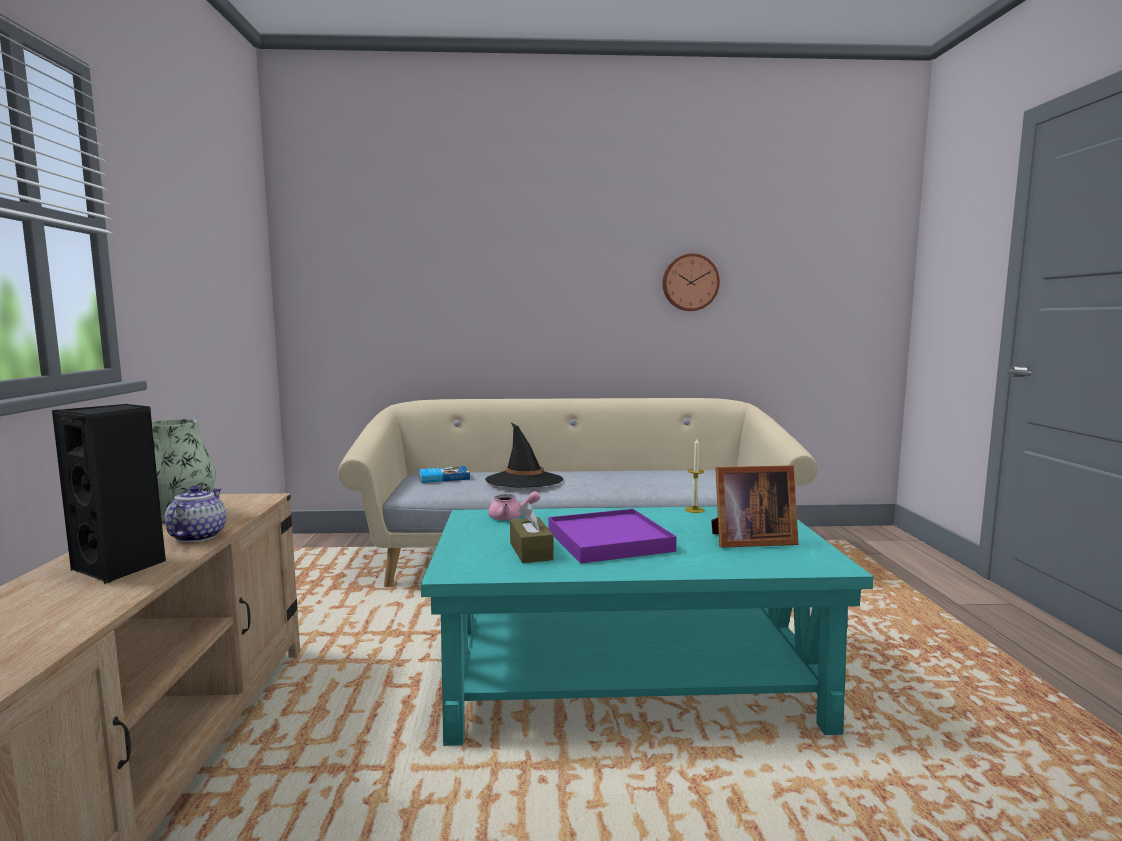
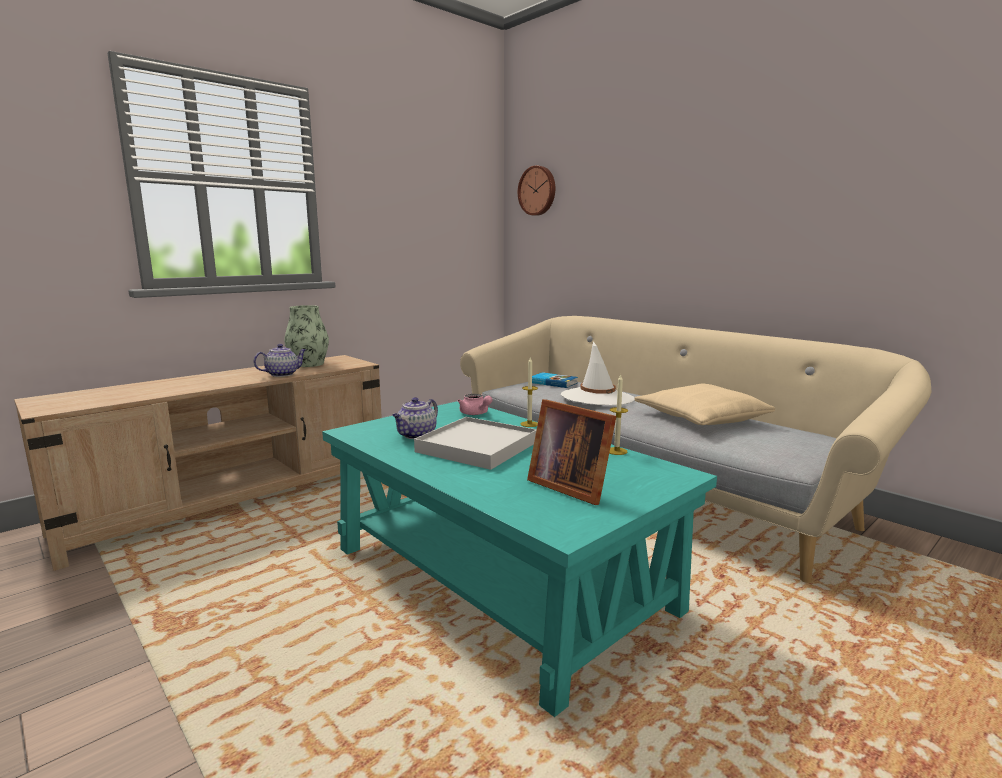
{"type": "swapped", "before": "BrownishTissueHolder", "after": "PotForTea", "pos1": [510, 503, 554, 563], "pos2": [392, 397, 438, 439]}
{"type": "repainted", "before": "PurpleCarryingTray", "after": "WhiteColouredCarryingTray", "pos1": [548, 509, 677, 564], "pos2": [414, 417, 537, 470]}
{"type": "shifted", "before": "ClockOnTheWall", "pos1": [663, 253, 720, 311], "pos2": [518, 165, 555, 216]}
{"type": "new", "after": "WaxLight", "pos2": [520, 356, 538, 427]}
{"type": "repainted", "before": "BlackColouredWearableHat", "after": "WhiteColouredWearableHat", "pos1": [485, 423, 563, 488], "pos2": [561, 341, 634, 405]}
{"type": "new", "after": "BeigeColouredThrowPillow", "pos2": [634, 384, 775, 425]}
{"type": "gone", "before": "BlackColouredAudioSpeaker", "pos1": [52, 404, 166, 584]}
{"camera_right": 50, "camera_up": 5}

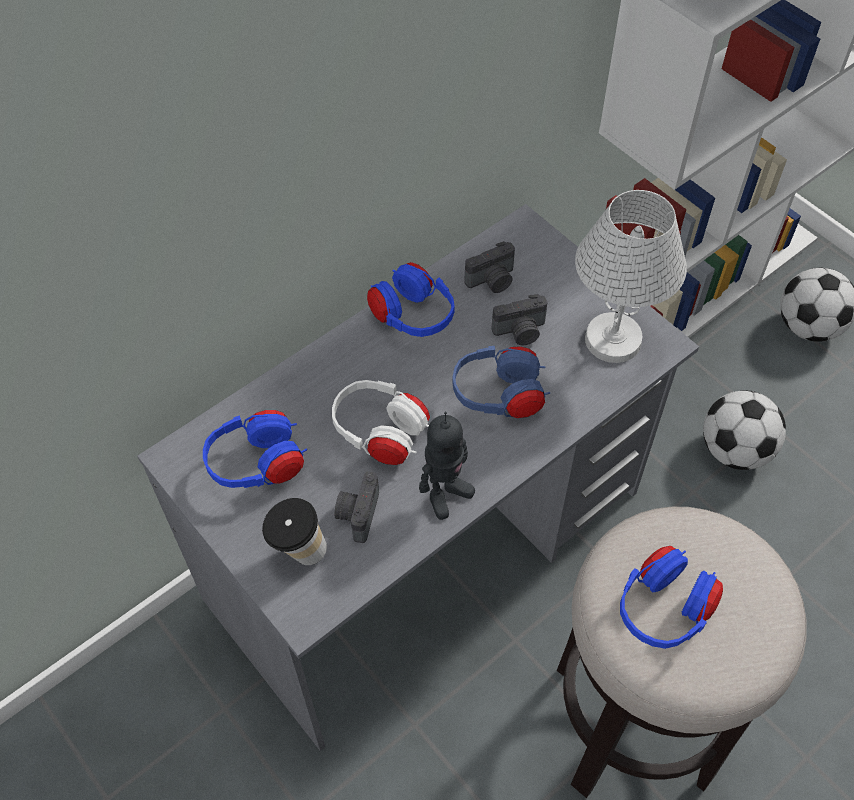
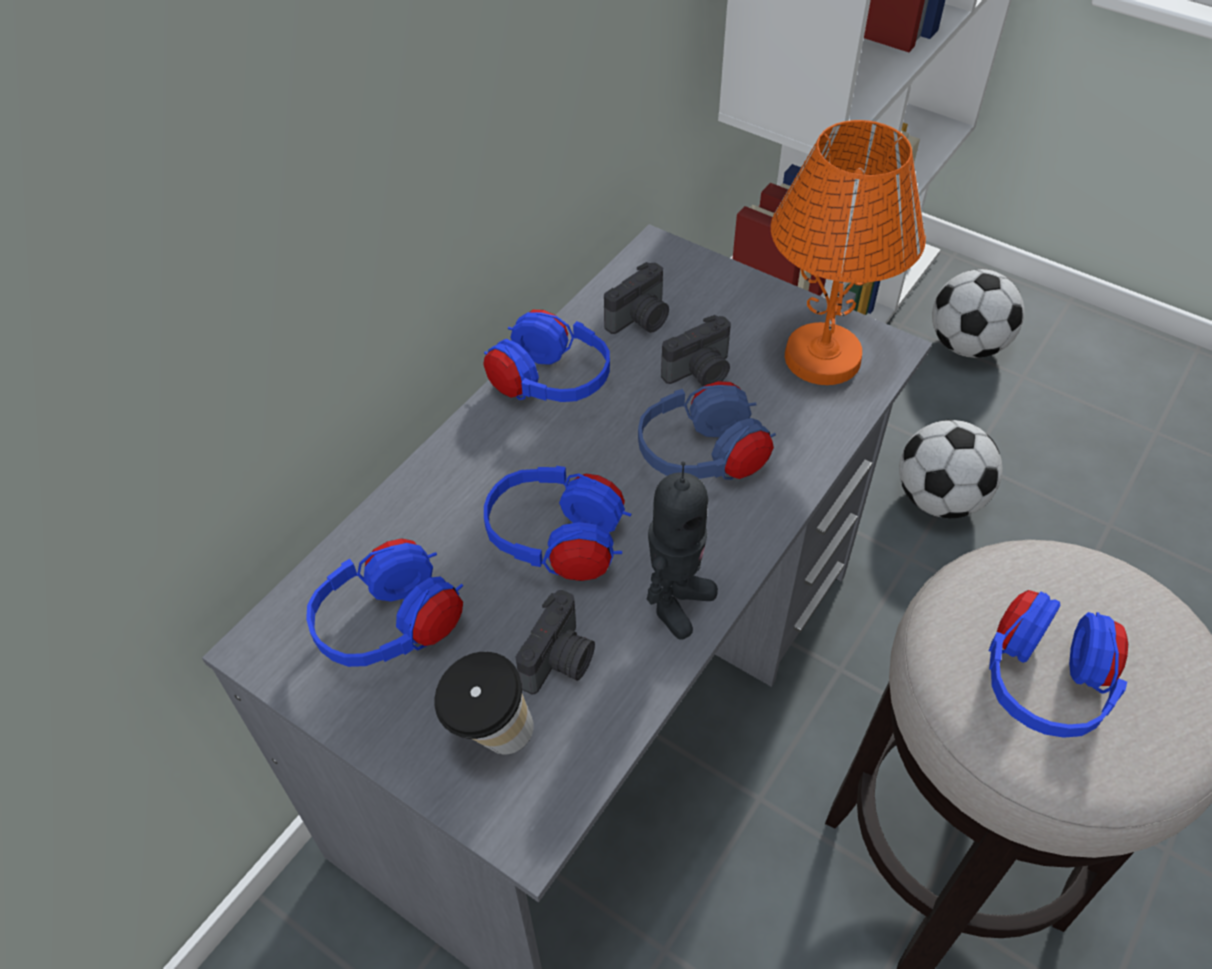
{"type": "repainted", "before": "WhiteColouredHeadset", "after": "BluishHeadset", "pos1": [332, 380, 430, 465], "pos2": [484, 466, 631, 581]}
{"type": "rotated", "before": "StillCamera", "pos1": [334, 471, 379, 543], "pos2": [516, 590, 595, 695], "turn": -150}
{"type": "repainted", "before": "WhiteColouredTableLamp", "after": "OrangeTableLamp", "pos1": [575, 190, 687, 363], "pos2": [771, 120, 926, 385]}
{"camera_right": -15, "camera_up": -5}

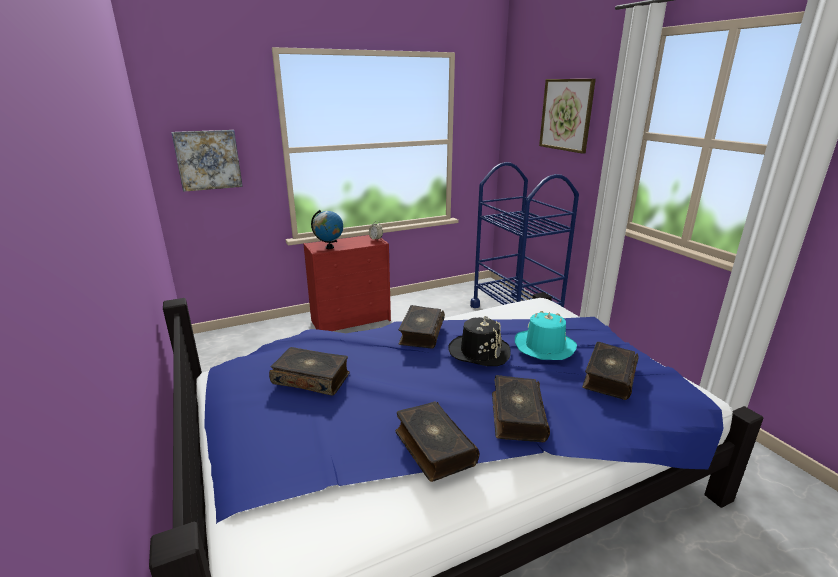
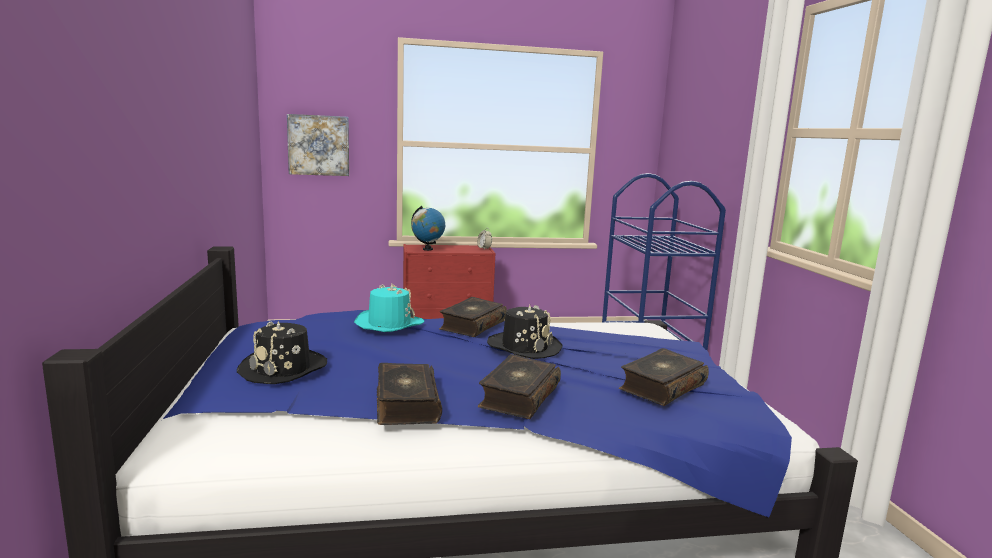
{"type": "new", "after": "BlackColouredWearableHat", "pos2": [237, 321, 327, 384]}
{"type": "shifted", "before": "BlueGreenWearableHat", "pos1": [515, 311, 577, 360], "pos2": [354, 284, 424, 332]}
{"type": "gone", "before": "BoundBook", "pos1": [269, 347, 350, 395]}
{"type": "gone", "before": "WallArt", "pos1": [539, 79, 596, 154]}
{"camera_right": 15, "camera_up": -10}

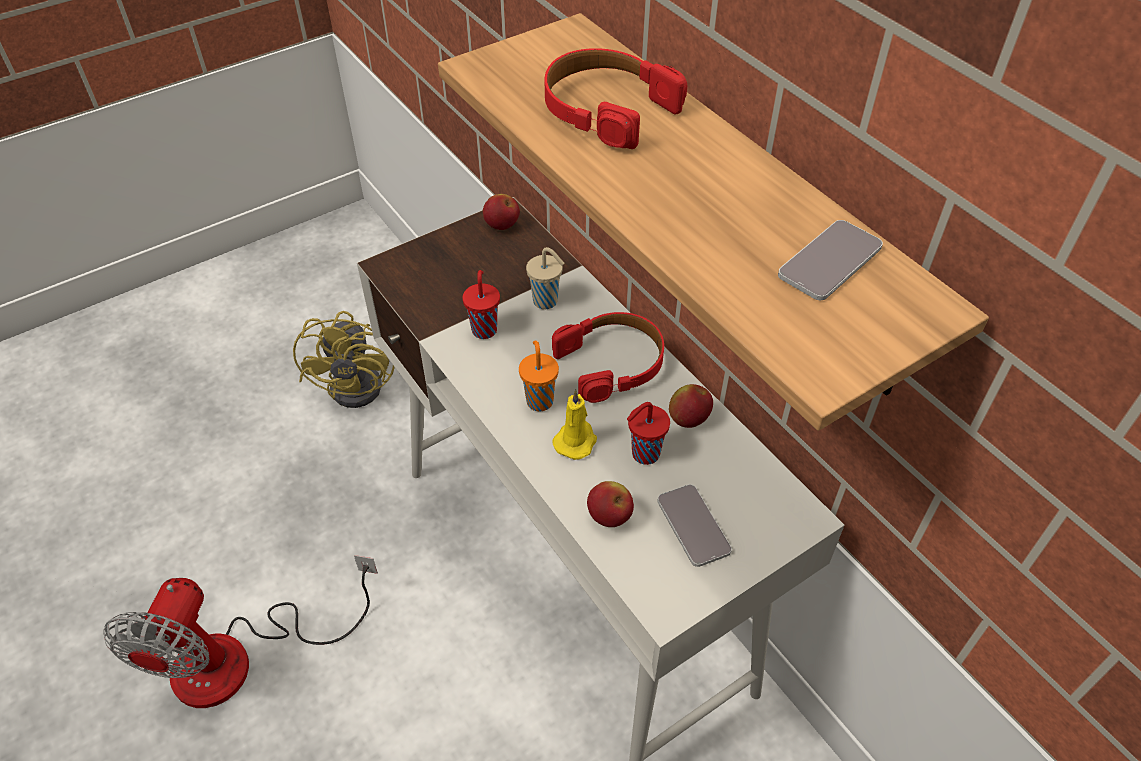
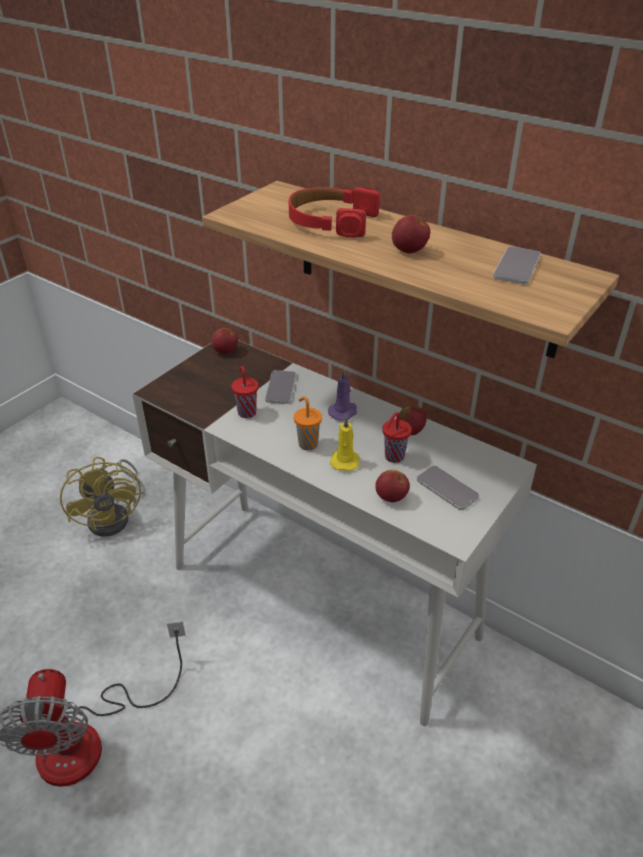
{"type": "swapped", "before": "BeigeColouredDrinkingCup", "after": "Telephone", "pos1": [526, 247, 564, 309], "pos2": [265, 370, 296, 404]}
{"type": "swapped", "before": "ReddishHeadset", "after": "PurpleWaxLight", "pos1": [552, 312, 664, 403], "pos2": [328, 369, 357, 421]}
{"type": "new", "after": "Apple", "pos2": [392, 215, 430, 254]}
{"camera_right": -20, "camera_up": -10}

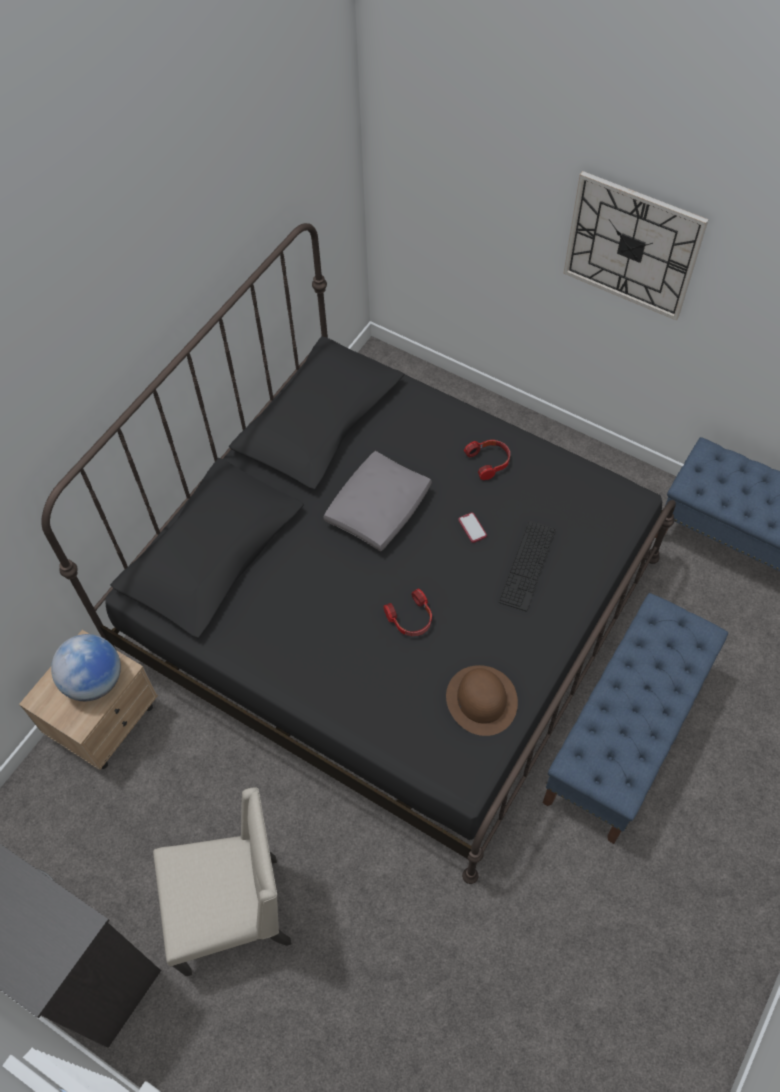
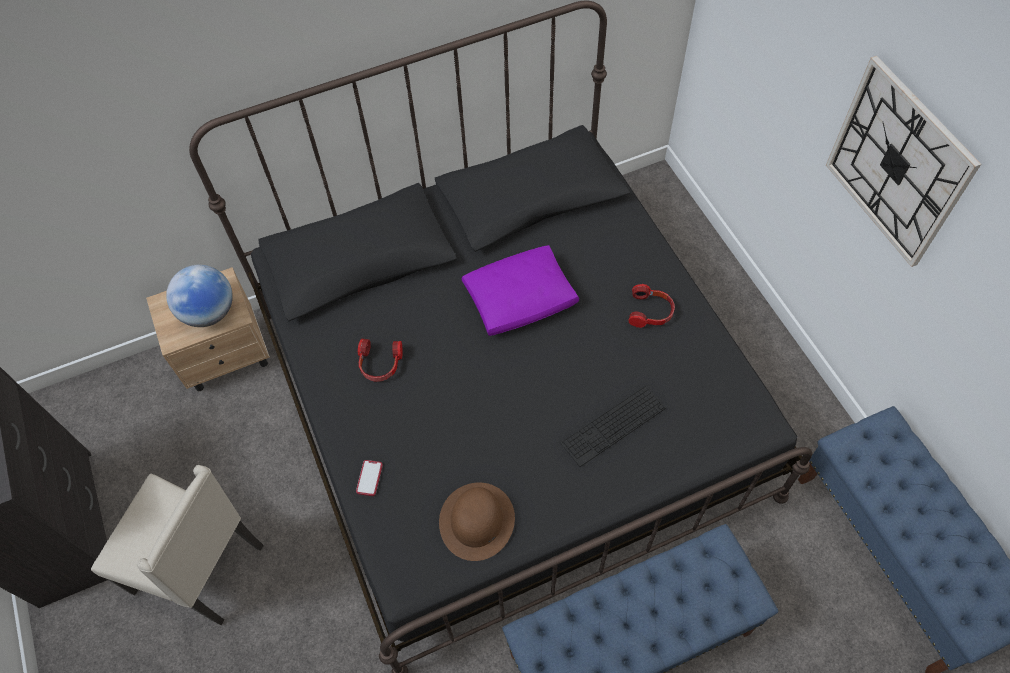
{"type": "shifted", "before": "Telephone", "pos1": [458, 512, 487, 543], "pos2": [356, 460, 383, 496]}
{"type": "shifted", "before": "Headset", "pos1": [383, 589, 432, 636], "pos2": [358, 338, 402, 382]}
{"type": "repainted", "before": "GreyishThrowPillow", "after": "PurpleThrowPillow", "pos1": [323, 451, 432, 551], "pos2": [462, 245, 579, 336]}
{"camera_right": 35, "camera_up": 0}

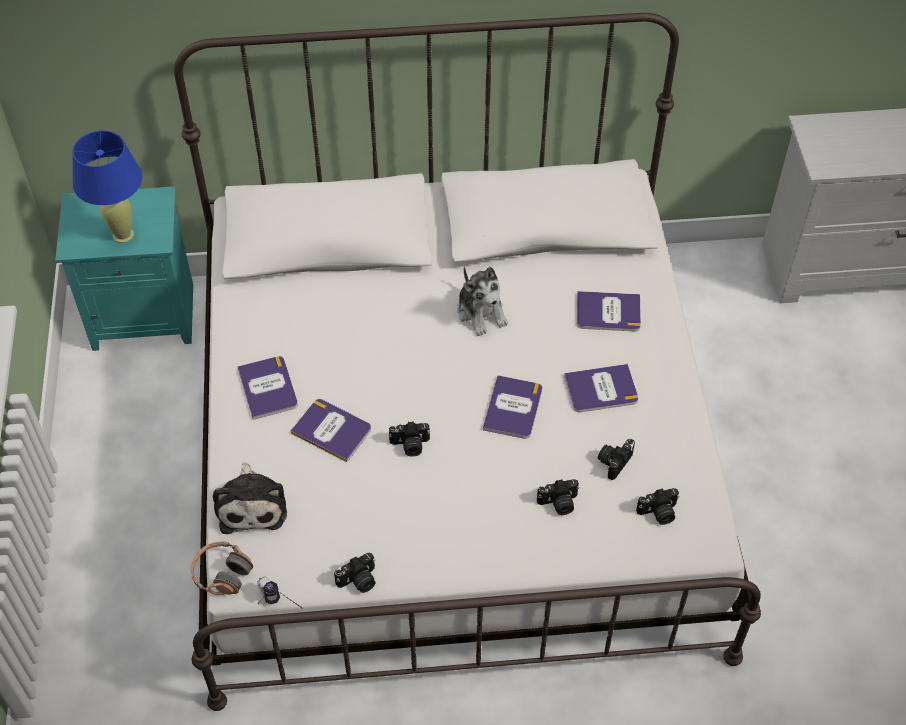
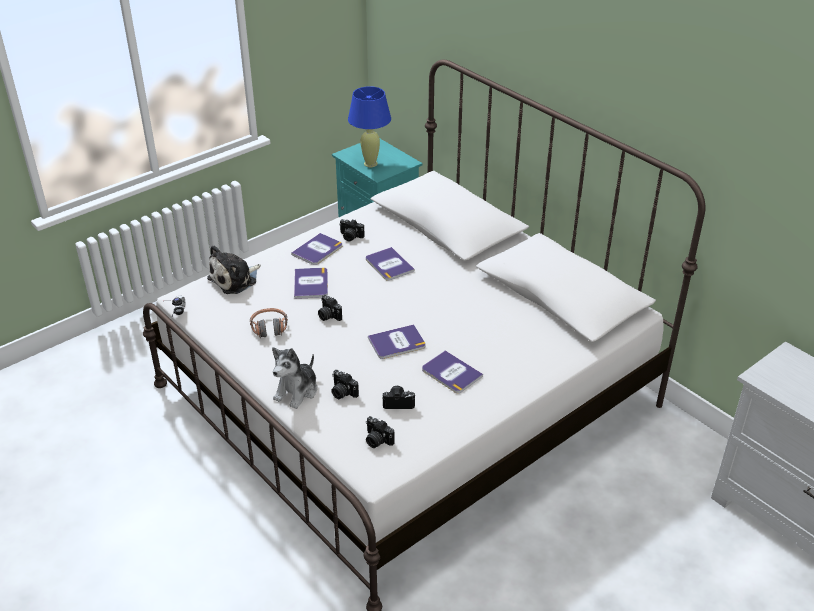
{"type": "shifted", "before": "Headset", "pos1": [190, 541, 253, 595], "pos2": [250, 308, 288, 338]}
{"type": "shifted", "before": "PlushToy", "pos1": [457, 267, 508, 336], "pos2": [272, 347, 317, 409]}
{"type": "shifted", "before": "StillCamera", "pos1": [334, 553, 376, 593], "pos2": [339, 219, 365, 242]}
{"type": "shifted", "before": "BoundBook", "pos1": [577, 291, 641, 331], "pos2": [366, 247, 415, 281]}
{"camera_right": 55, "camera_up": -15}

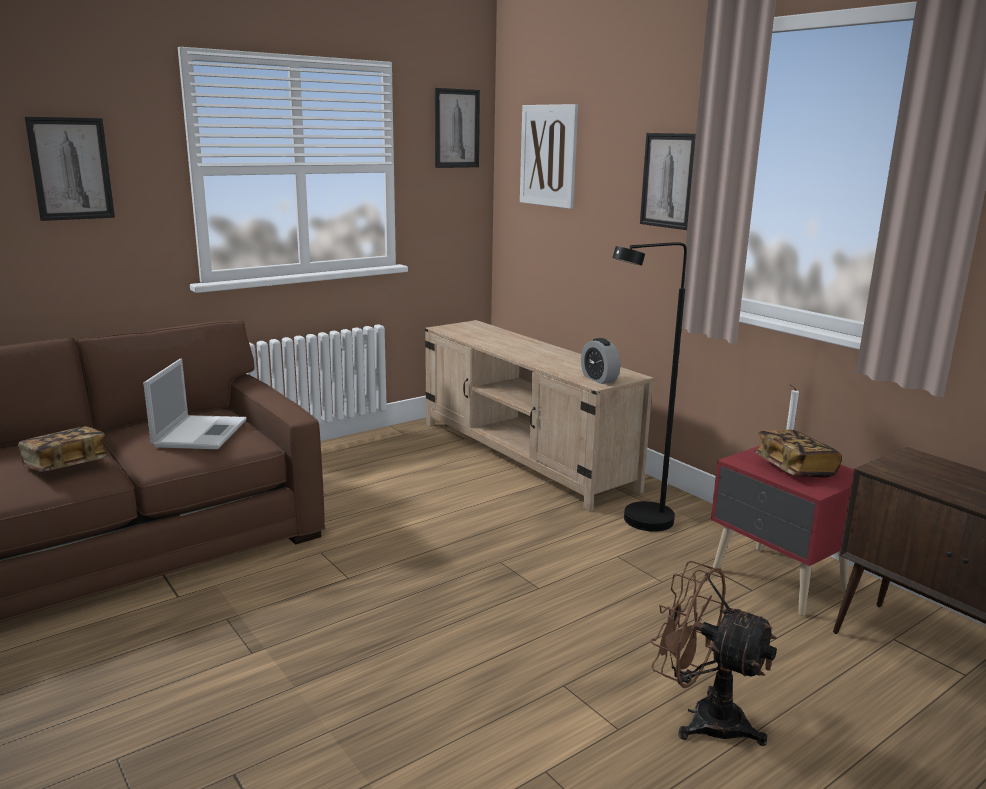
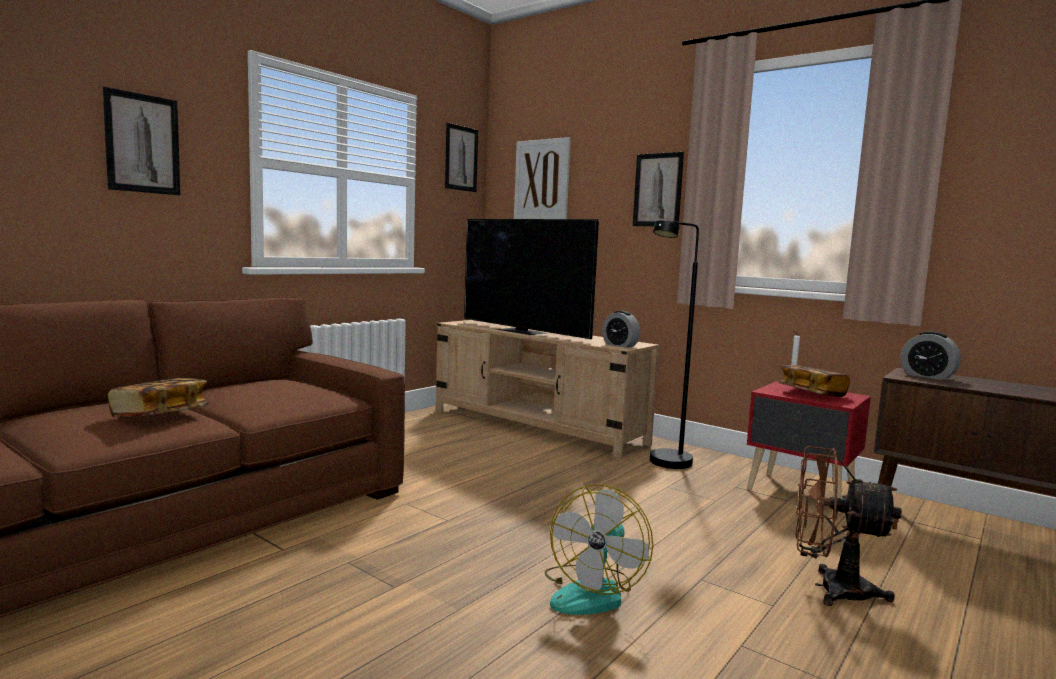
{"type": "new", "after": "Tv", "pos2": [464, 219, 599, 339]}
{"type": "new", "after": "Fan", "pos2": [545, 484, 653, 615]}
{"type": "new", "after": "TableClock", "pos2": [901, 331, 961, 380]}
{"type": "gone", "before": "PortableComputer", "pos1": [143, 358, 247, 449]}
{"camera_right": -15, "camera_up": -10}

